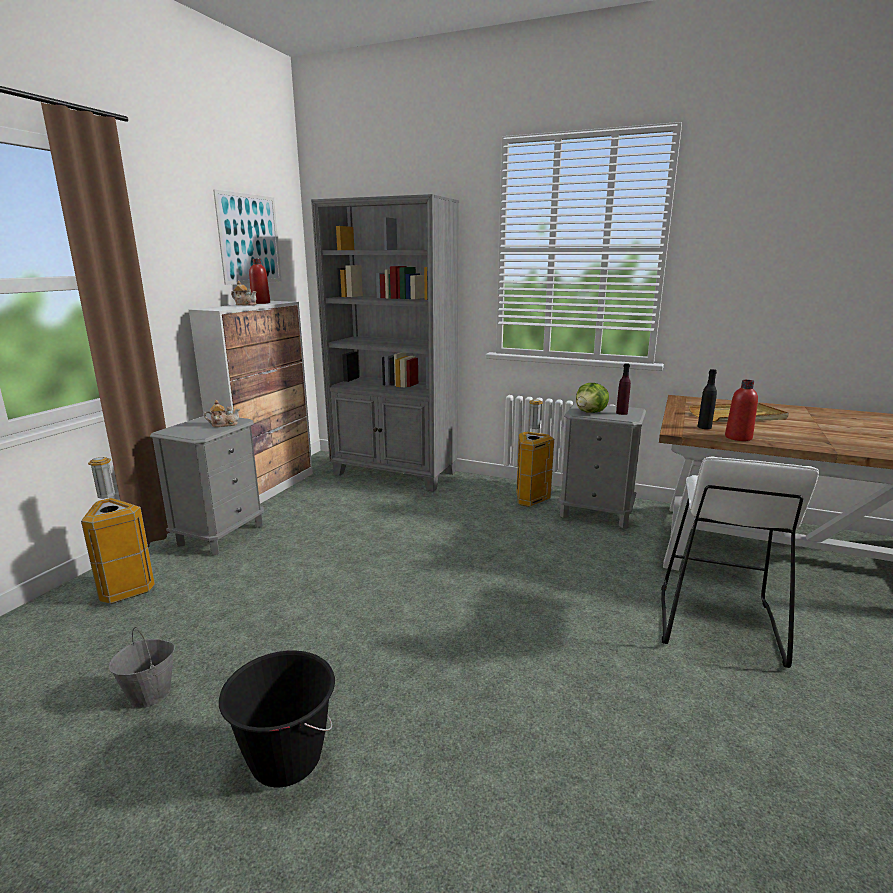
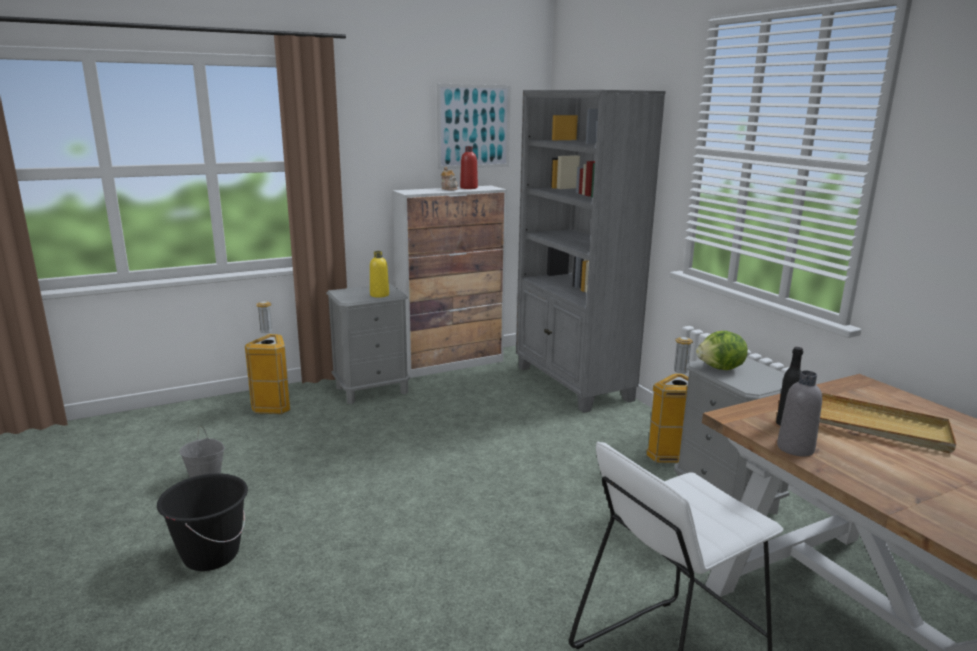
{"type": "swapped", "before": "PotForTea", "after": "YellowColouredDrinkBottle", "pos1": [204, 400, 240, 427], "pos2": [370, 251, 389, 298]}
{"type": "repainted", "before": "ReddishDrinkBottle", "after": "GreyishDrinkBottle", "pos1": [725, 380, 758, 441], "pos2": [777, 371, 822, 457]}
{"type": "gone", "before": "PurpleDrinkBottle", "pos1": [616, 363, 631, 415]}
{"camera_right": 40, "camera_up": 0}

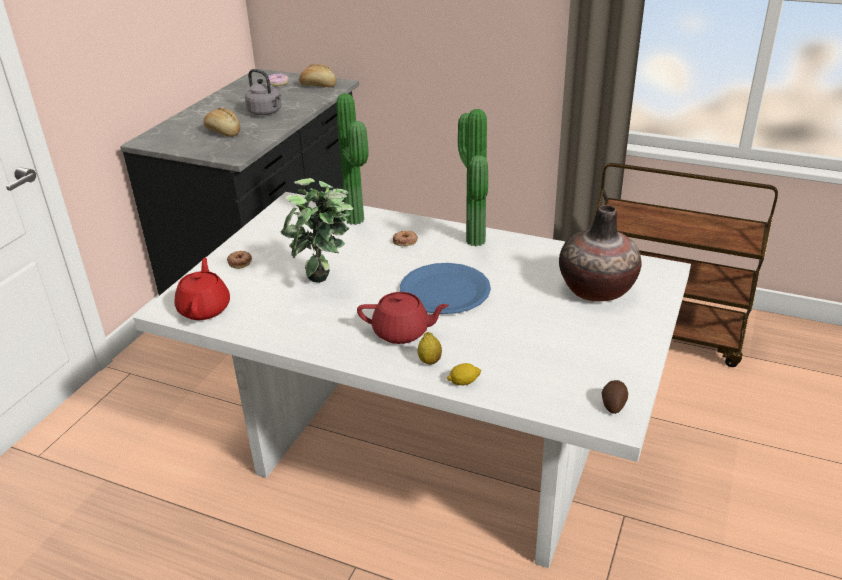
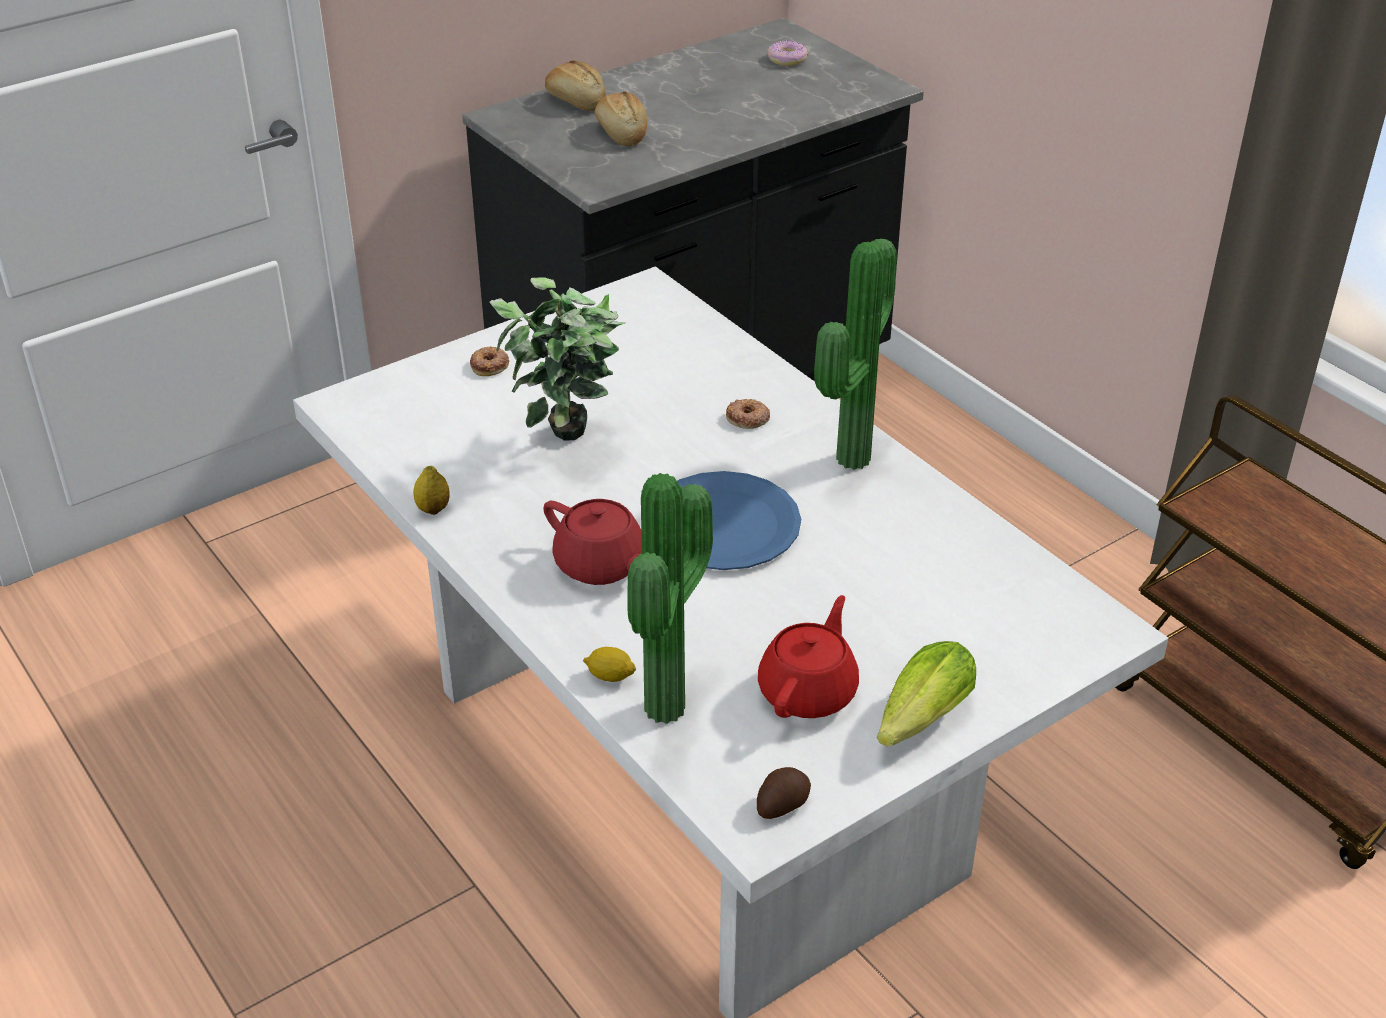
{"type": "shifted", "before": "CitrusFruit", "pos1": [418, 332, 442, 365], "pos2": [413, 466, 450, 515]}
{"type": "shifted", "before": "BakedBread", "pos1": [299, 64, 337, 87], "pos2": [545, 60, 606, 111]}
{"type": "shifted", "before": "PlantInAPot", "pos1": [336, 93, 369, 225], "pos2": [628, 473, 713, 724]}
{"type": "shifted", "before": "ReddishPotForTea", "pos1": [174, 258, 230, 320], "pos2": [758, 595, 859, 718]}
{"type": "new", "after": "Lettuce", "pos2": [877, 641, 976, 747]}
{"type": "gone", "before": "GreyishWaterKettle", "pos1": [245, 69, 282, 115]}
{"type": "gone", "before": "Vase", "pos1": [559, 205, 642, 302]}
{"camera_right": 30, "camera_up": 5}

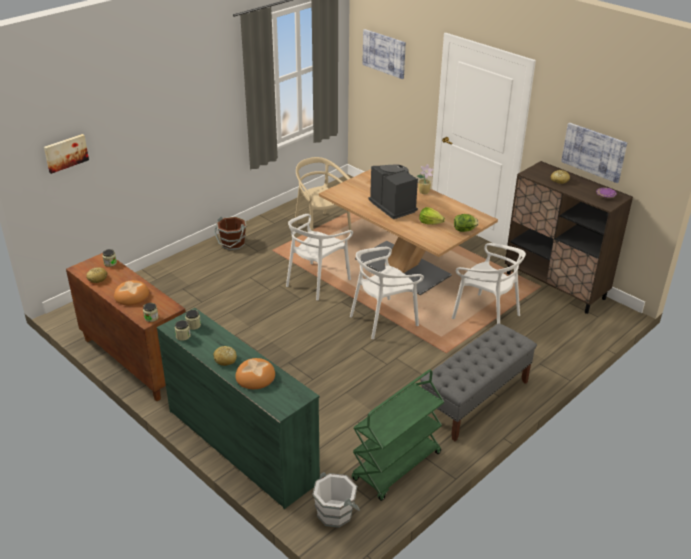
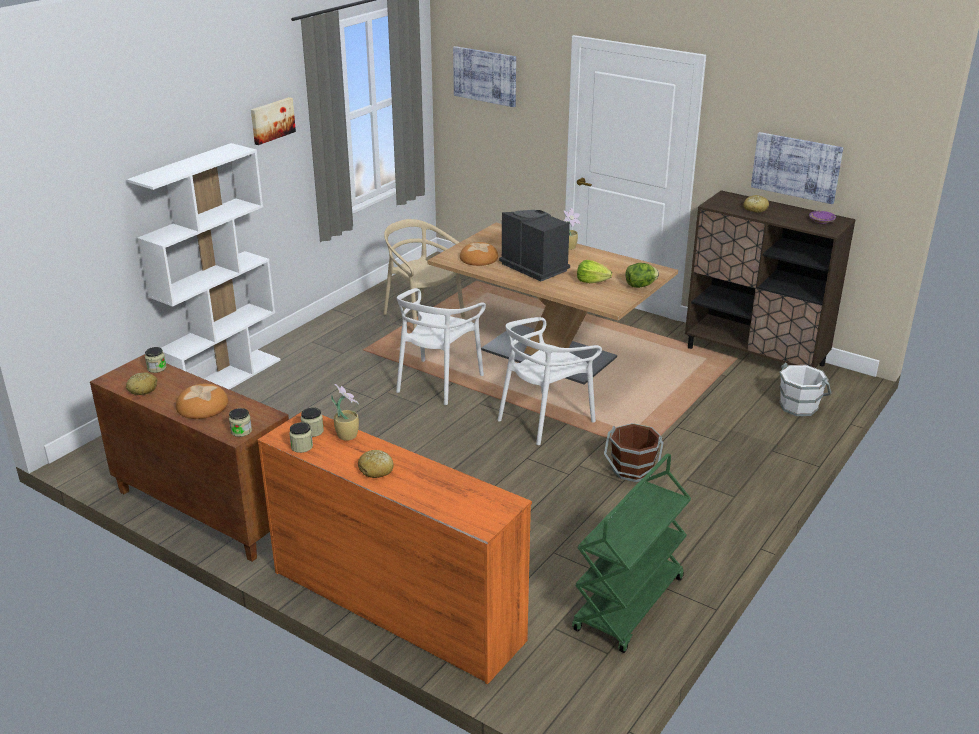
{"type": "new", "after": "WhiteColouredBookshelf", "pos2": [127, 143, 281, 390]}
{"type": "shifted", "before": "WallArt", "pos1": [44, 134, 89, 174], "pos2": [251, 97, 296, 145]}
{"type": "repainted", "before": "GreenColouredDrawerChest", "after": "OrangeDrawerChest", "pos1": [157, 308, 320, 509], "pos2": [258, 412, 532, 685]}
{"type": "new", "after": "PlantInAPot", "pos2": [331, 384, 359, 441]}
{"type": "shifted", "before": "BakedBread", "pos1": [235, 358, 275, 389], "pos2": [460, 242, 498, 266]}
{"type": "shifted", "before": "BrownishWaterBucket", "pos1": [214, 216, 246, 250], "pos2": [604, 423, 664, 482]}
{"type": "shifted", "before": "WhiteColouredWaterBucket", "pos1": [312, 472, 360, 528], "pos2": [779, 363, 831, 416]}
{"type": "gone", "before": "GreyishIndoorBench", "pos1": [420, 323, 537, 441]}
{"type": "gone", "before": "WhiteColouredChair", "pos1": [452, 243, 526, 324]}
{"camera_right": -10, "camera_up": -5}

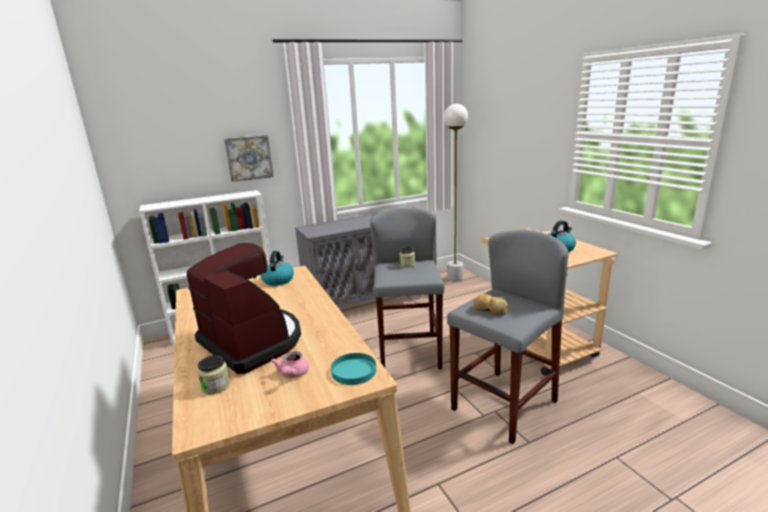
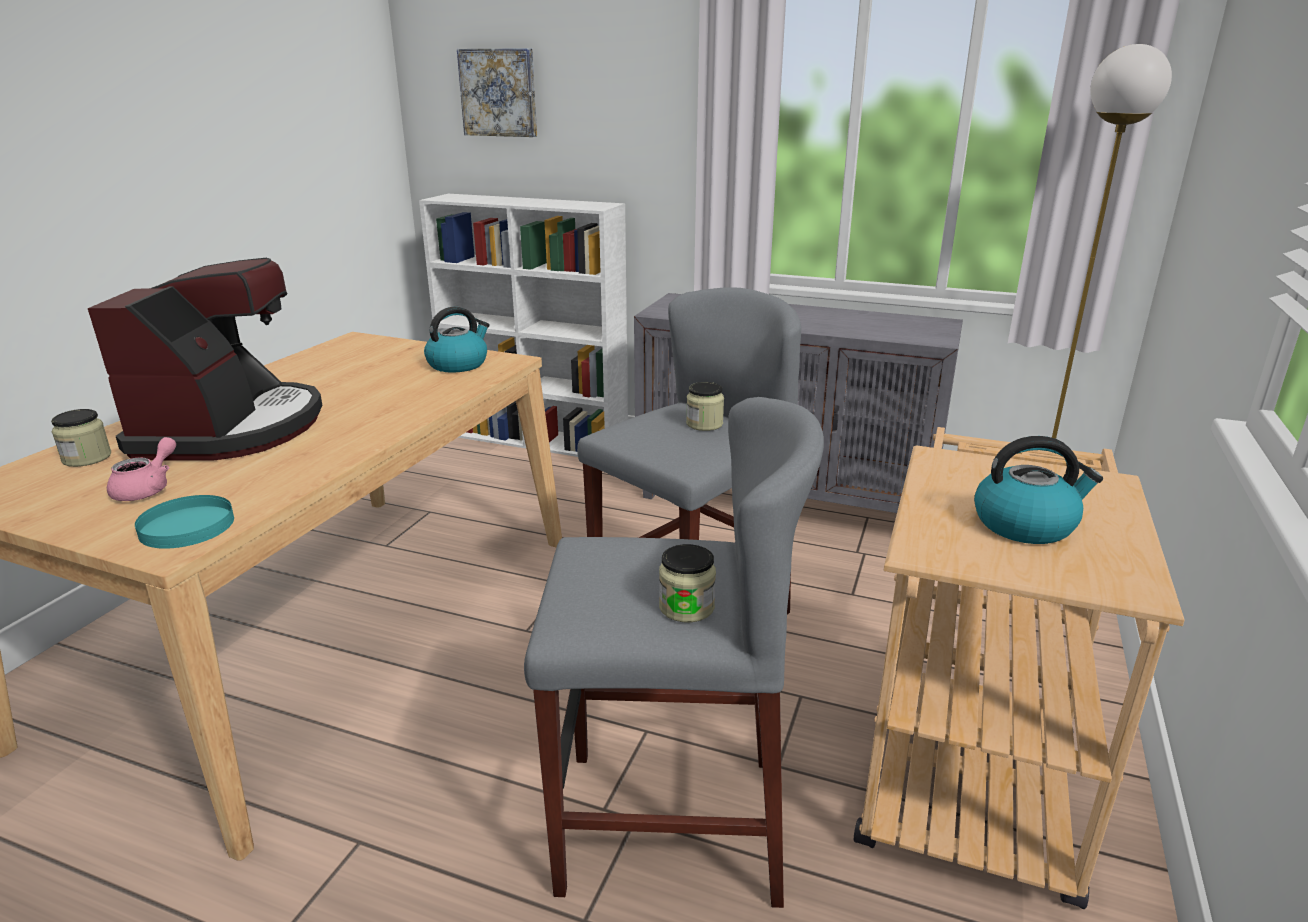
{"type": "rotated", "before": "PinkColouredPotForTea", "pos1": [271, 351, 309, 378], "pos2": [107, 437, 176, 501], "turn": 150}
{"type": "shifted", "before": "WallArt", "pos1": [224, 135, 273, 182], "pos2": [457, 48, 537, 137]}
{"type": "new", "after": "StorageJar", "pos2": [659, 544, 716, 622]}
{"type": "gone", "before": "BakedBread", "pos1": [473, 294, 509, 315]}
{"camera_right": 45, "camera_up": 5}

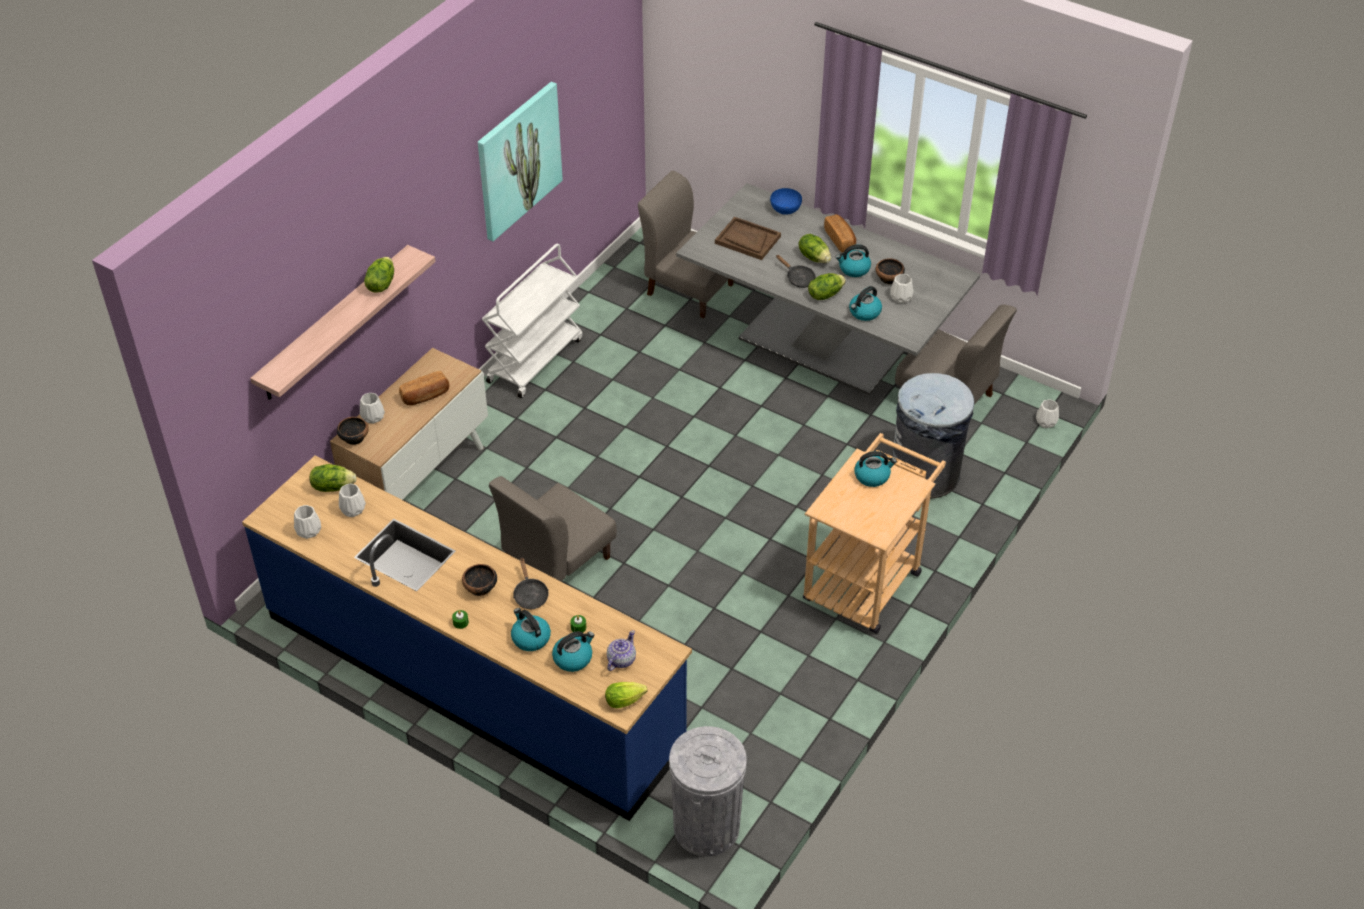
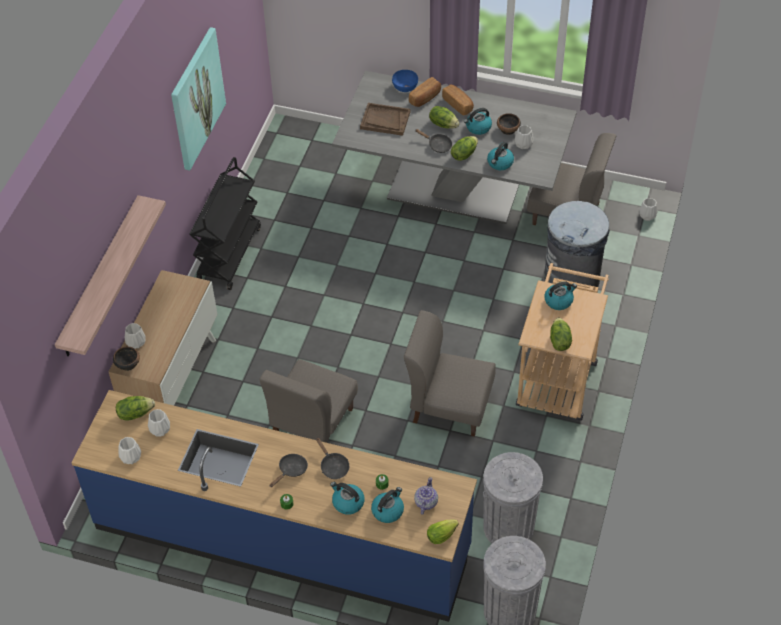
{"type": "repainted", "before": "WhiteColouredTrolley", "after": "BlackColouredTrolley", "pos1": [482, 244, 582, 398], "pos2": [189, 157, 261, 290]}
{"type": "swapped", "before": "ServingBowl", "after": "BlackColouredFryingPan", "pos1": [462, 564, 497, 596], "pos2": [270, 454, 308, 487]}
{"type": "shifted", "before": "GreyishChair", "pos1": [638, 171, 734, 318], "pos2": [404, 310, 496, 437]}
{"type": "shifted", "before": "BakedBread", "pos1": [399, 371, 449, 405], "pos2": [409, 77, 441, 107]}
{"type": "new", "after": "GreyishTrashCan", "pos2": [483, 452, 543, 543]}
{"type": "shifted", "before": "Lettuce", "pos1": [364, 257, 394, 293], "pos2": [550, 317, 572, 351]}
{"camera_right": -15, "camera_up": 5}

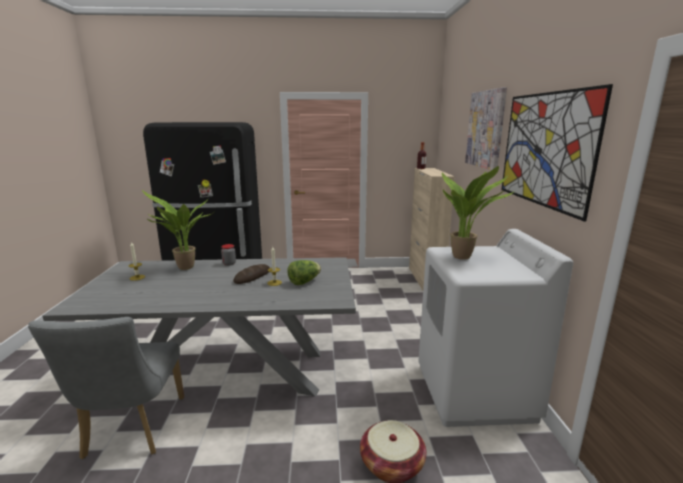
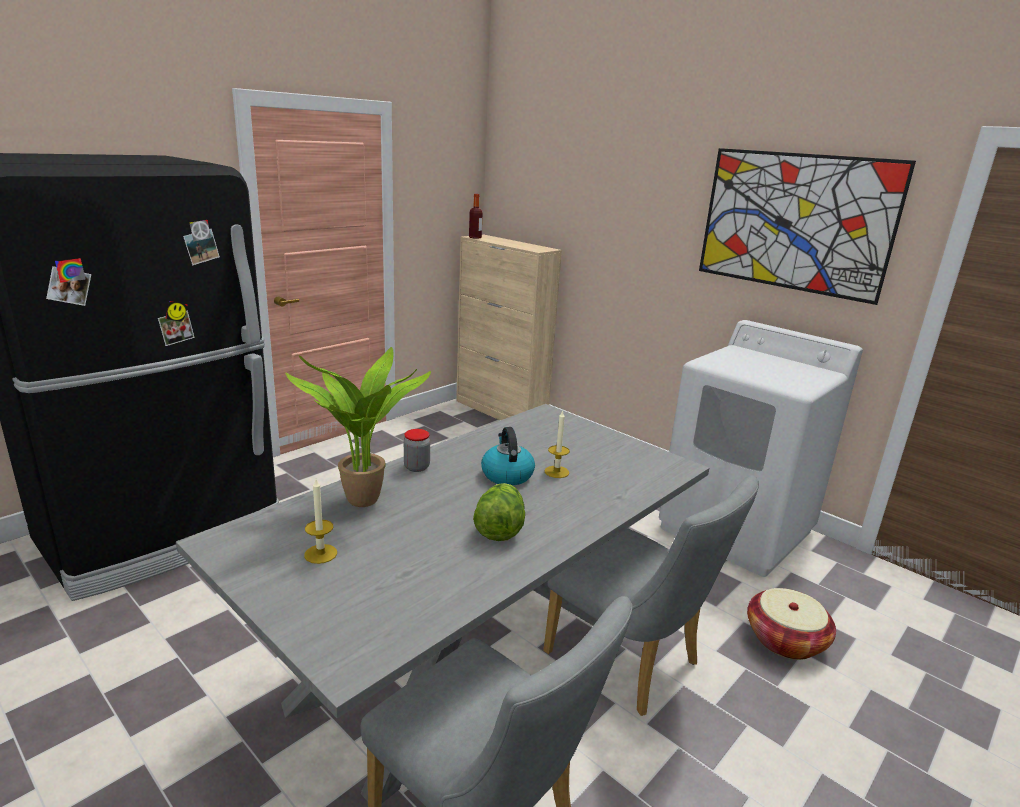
{"type": "shifted", "before": "Lettuce", "pos1": [287, 260, 321, 285], "pos2": [473, 483, 525, 541]}
{"type": "swapped", "before": "BakedBread", "after": "WaterKettle", "pos1": [233, 264, 270, 284], "pos2": [481, 427, 535, 486]}
{"type": "new", "after": "GreyishChair", "pos2": [543, 475, 759, 716]}
{"type": "gone", "before": "PlantInAPot", "pos1": [442, 166, 515, 260]}
{"type": "gone", "before": "WallArt", "pos1": [465, 87, 507, 170]}
{"camera_right": -45, "camera_up": 5}

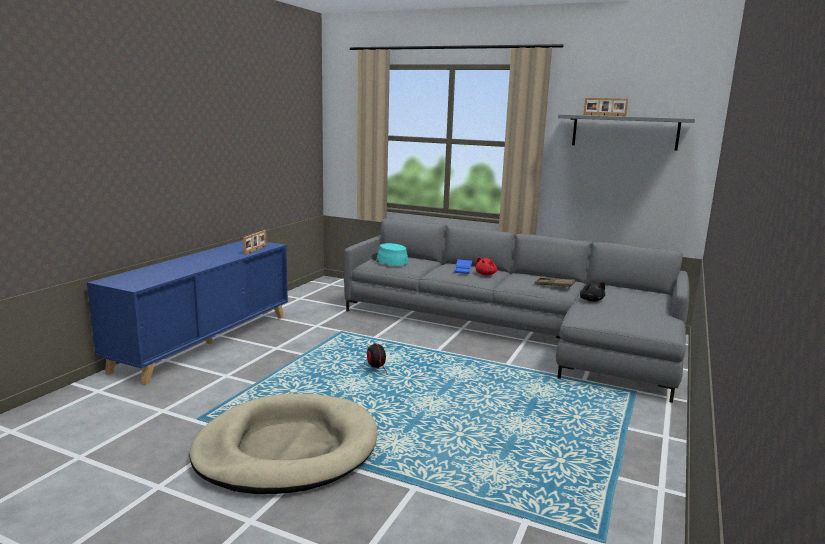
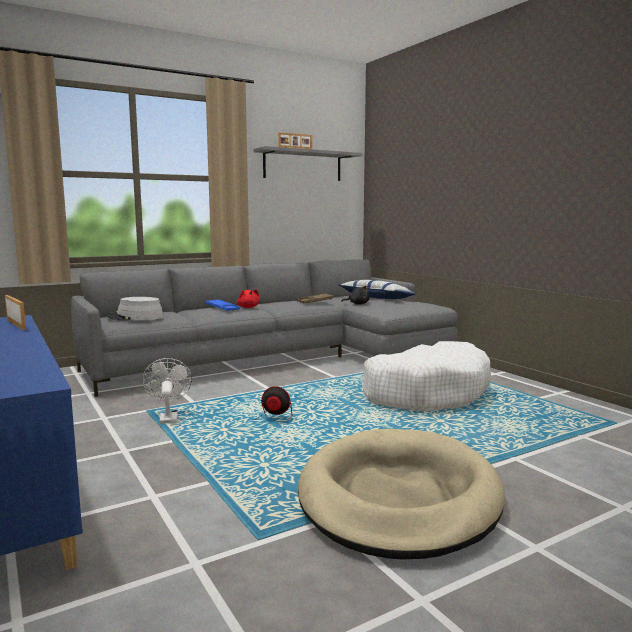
{"type": "repainted", "before": "BlueGreenWearableHat", "after": "GreyishWearableHat", "pos1": [372, 243, 409, 266], "pos2": [106, 297, 164, 321]}
{"type": "new", "after": "WhiteColouredFan", "pos2": [143, 358, 192, 424]}
{"type": "new", "after": "ThrowPillow", "pos2": [339, 280, 416, 299]}
{"type": "new", "after": "WhiteColouredPetBed", "pos2": [362, 341, 491, 411]}
{"camera_right": -55, "camera_up": -5}

